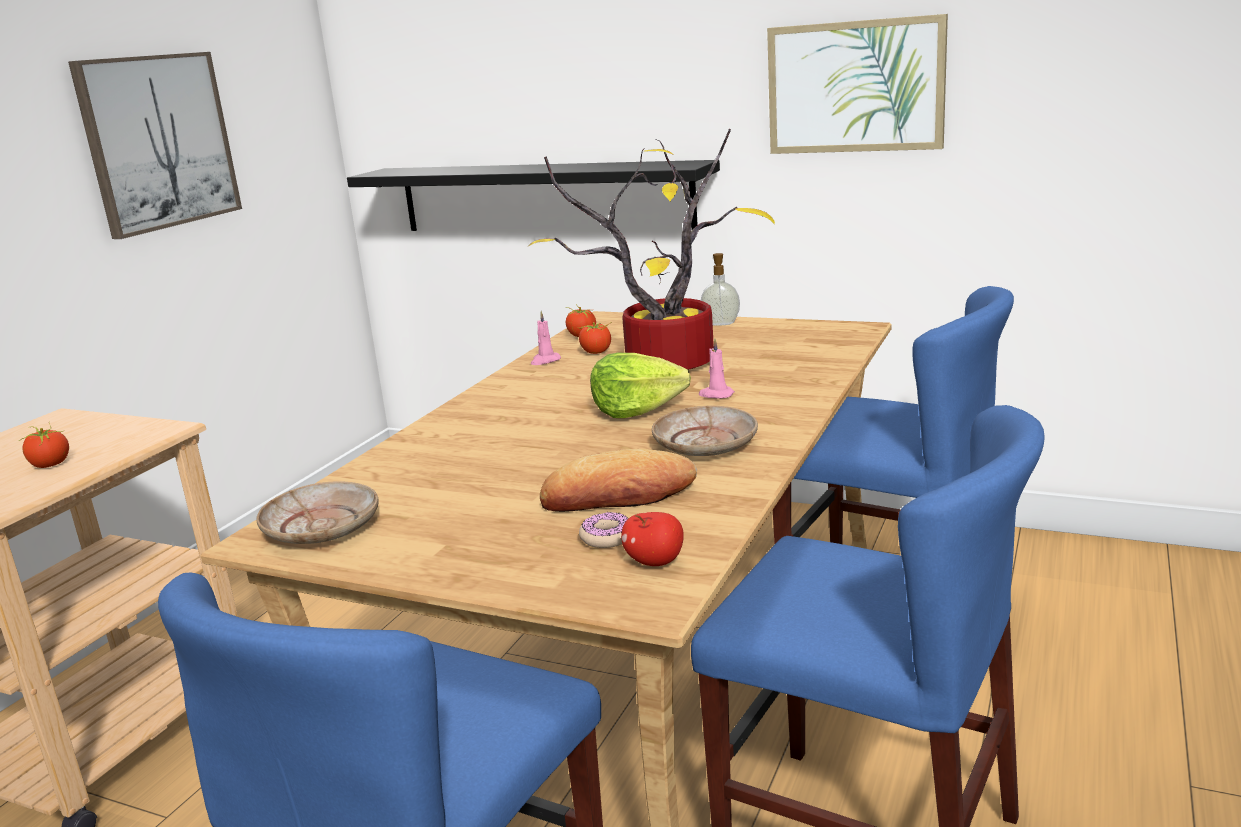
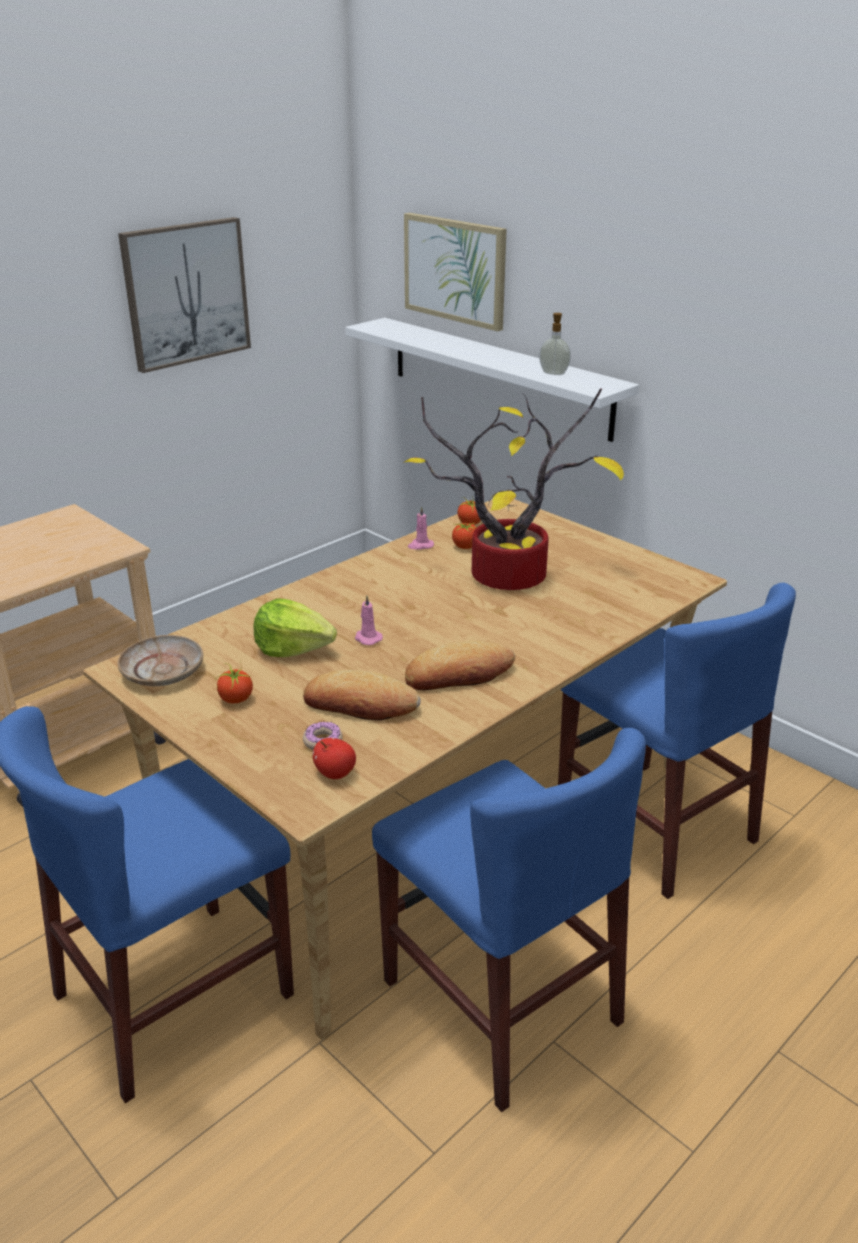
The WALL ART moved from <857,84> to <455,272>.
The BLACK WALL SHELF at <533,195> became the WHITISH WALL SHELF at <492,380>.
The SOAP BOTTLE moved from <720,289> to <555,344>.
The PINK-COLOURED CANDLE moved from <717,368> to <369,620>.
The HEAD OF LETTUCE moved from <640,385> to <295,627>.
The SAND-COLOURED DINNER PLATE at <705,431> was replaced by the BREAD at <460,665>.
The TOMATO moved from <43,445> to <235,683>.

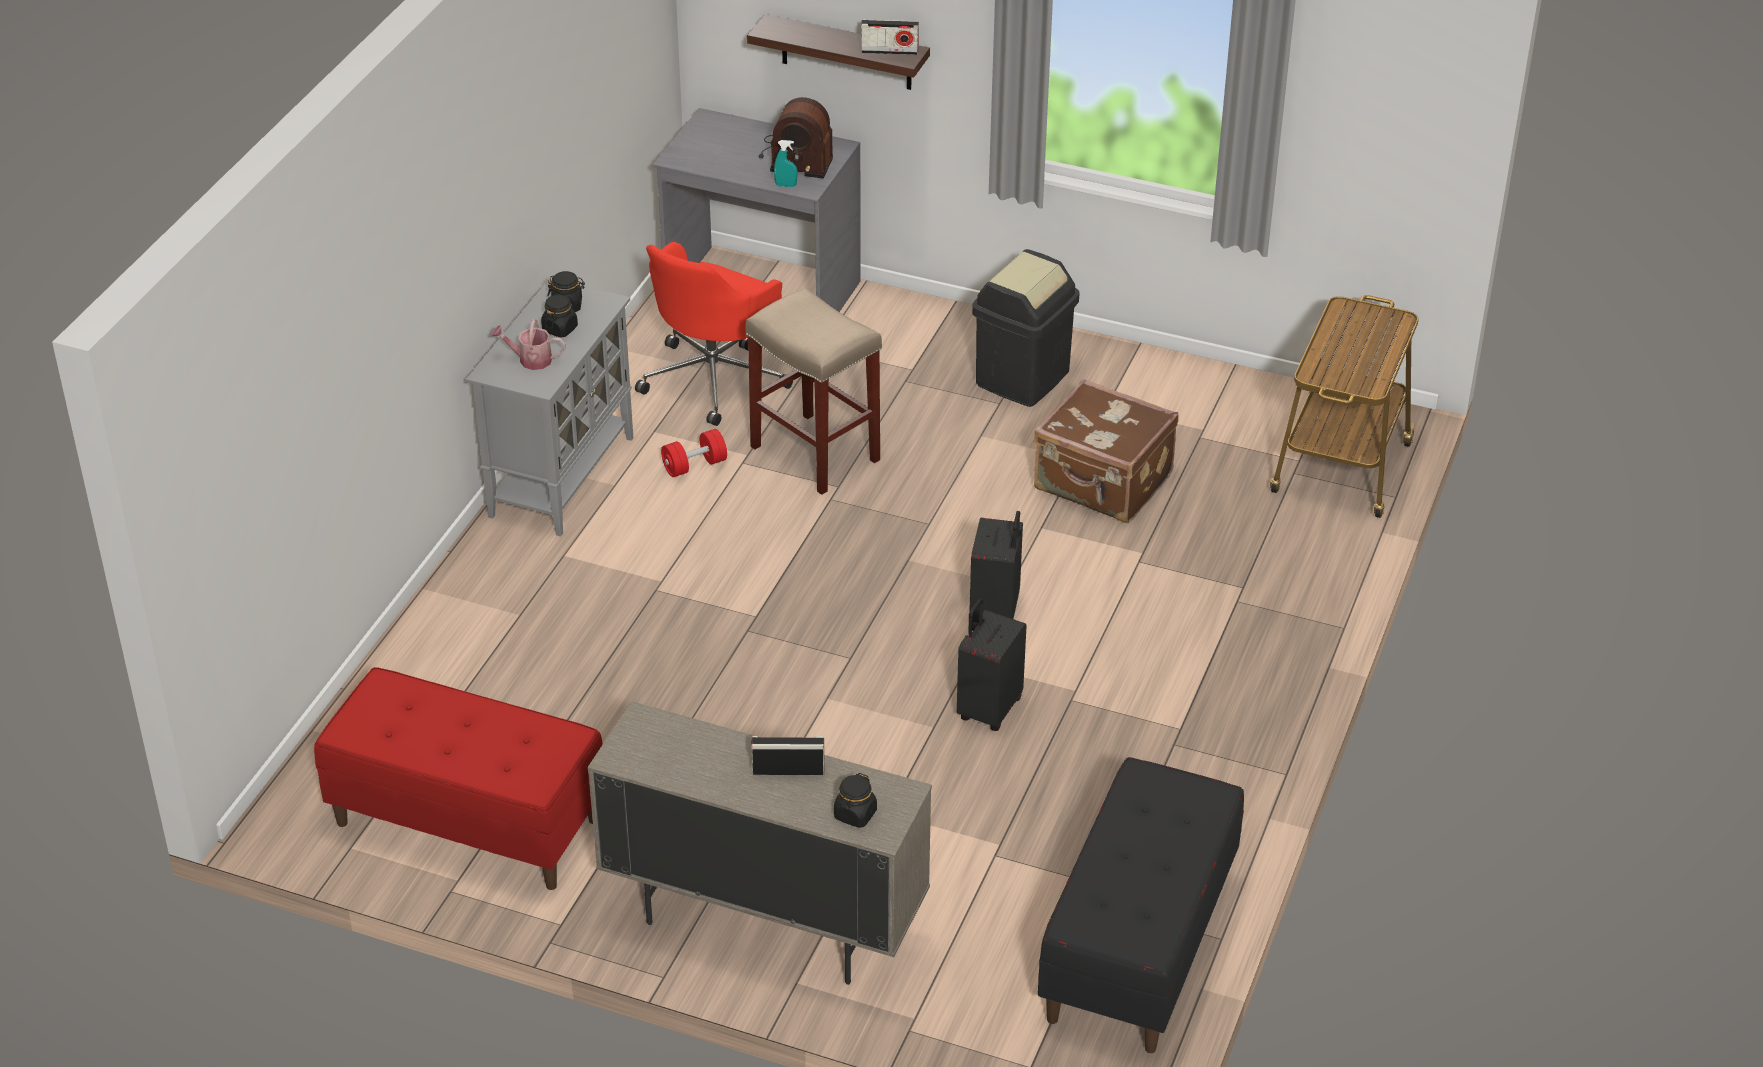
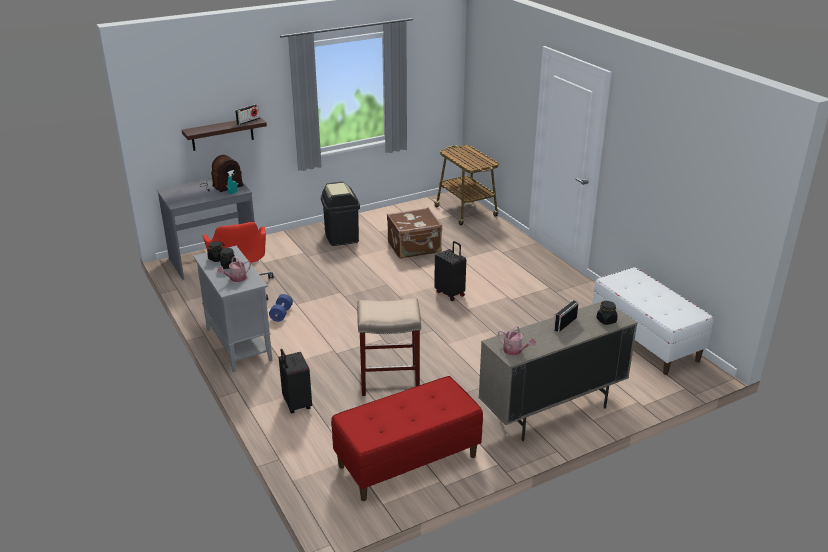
The SAND-COLOURED SITTING STOOL moved from <814,391> to <389,347>.
The RED DUMBBELL at <694,453> became the BLUE-COLOURED DUMBBELL at <281,308>.
The BLACK TRAVEL CASE moved from <992,665> to <295,381>.
The BLACK INDOOR BENCH at <1141,905> became the WHITISH INDOOR BENCH at <652,321>.
The SPRINKLING CAN at <517,341> appeared.

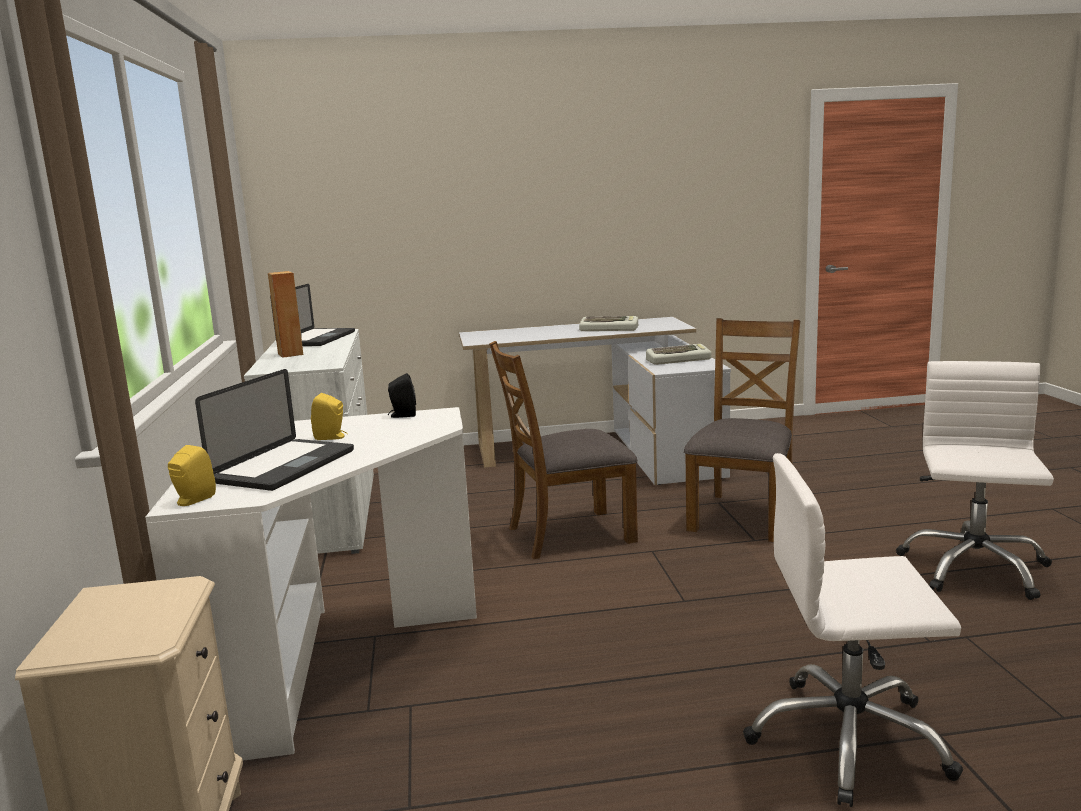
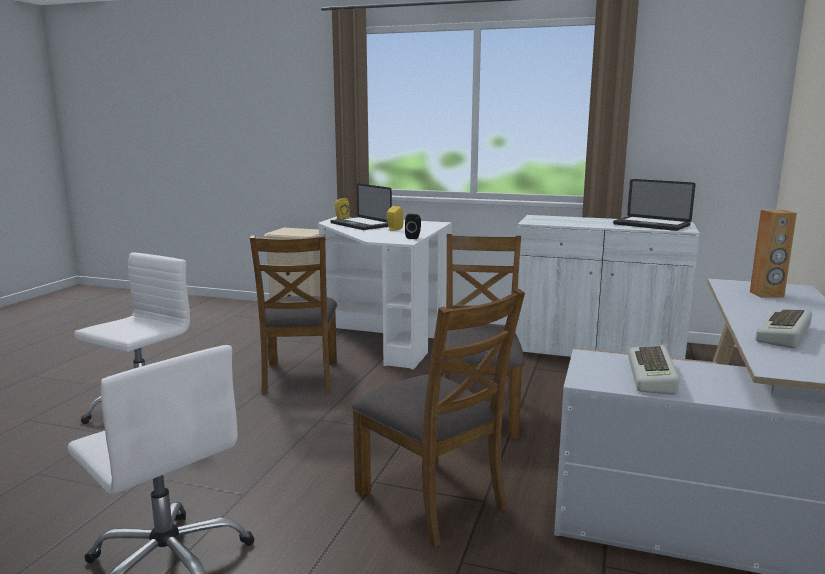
The BROWNISH SPEAKER moved from <285,314> to <773,254>.
The BROWNISH CHAIR at <293,314> appeared.

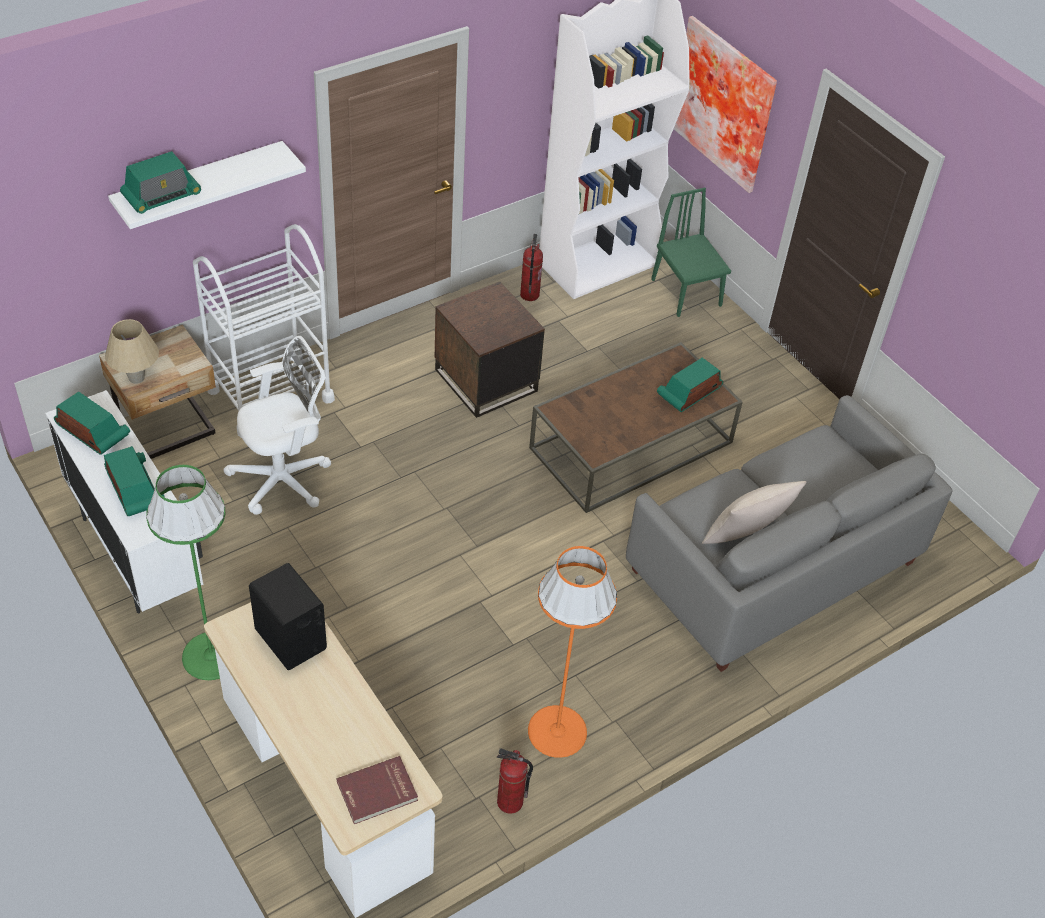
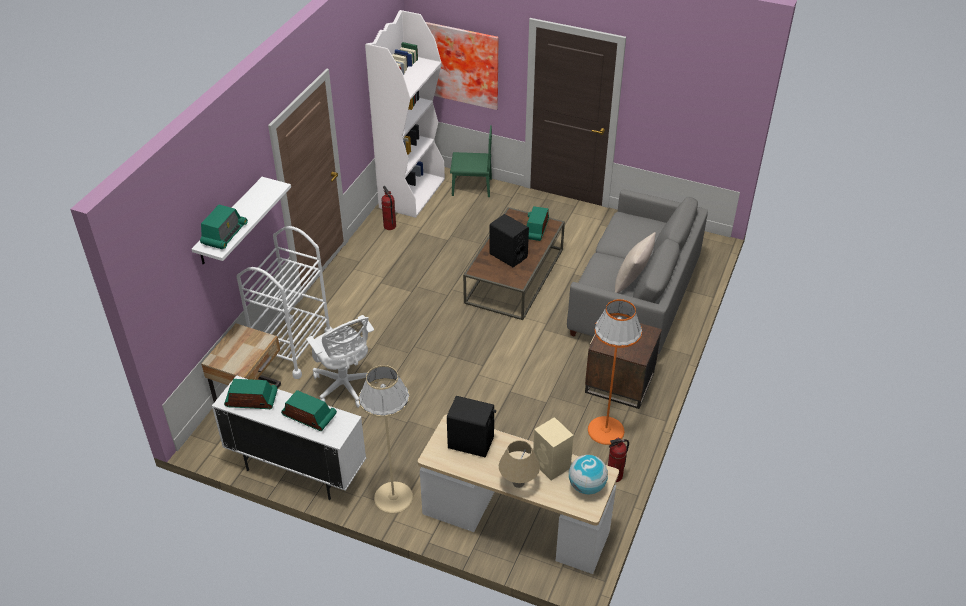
The GREENISH CHAIR at <691,252> turned 150 degrees clockwise.
The BROWNISH SIDE TABLE moved from <490,350> to <623,362>.
The SAND-COLOURED TABLETOP LAMP moved from <132,351> to <519,464>.
The WHITISH OFFICE CHAIR at <277,425> turned 120 degrees clockwise.
The GREENISH FLOOR LAMP at <185,572> became the SAND-COLOURED FLOOR LAMP at <386,439>.
The RED BOUND BOOK at <377,790> was replaced by the GLOBE at <588,475>.
The BLACK SPEAKER at <509,240> appeared.
The SAND-COLOURED SPEAKER at <553,448> appeared.

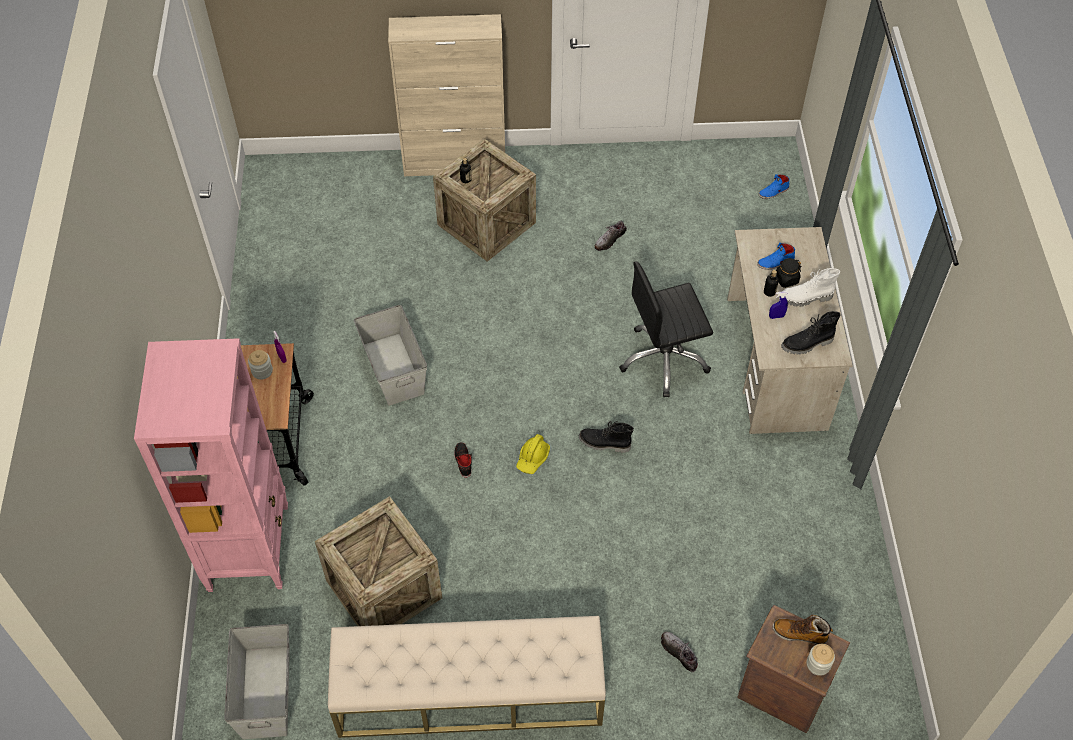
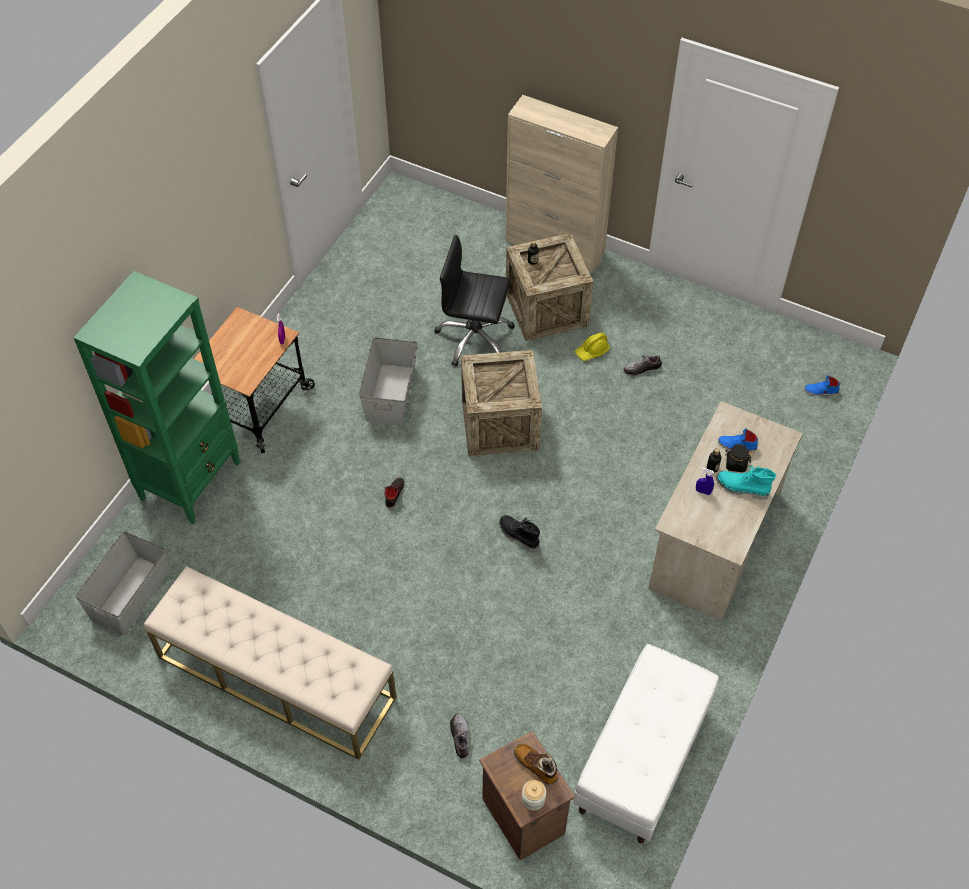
The BLACK OFFICE CHAIR moved from <666,329> to <474,301>.
The WHITISH TALL BOOT at <811,287> became the TURQUOISE-COLOURED TALL BOOT at <746,483>.
The BLACK TALL BOOT at <811,332> disappeared.
The PINK-COLOURED BOOKSHELF at <211,465> became the GREENISH BOOKSHELF at <157,397>.
The JAR at <260,365> disappeared.
The YELLOW-COLOURED SAFETY HELMET moved from <533,454> to <592,347>.
The PACKING CRATE moved from <378,561> to <501,403>.
The WHITISH INDOOR BENCH at <646,743> appeared.

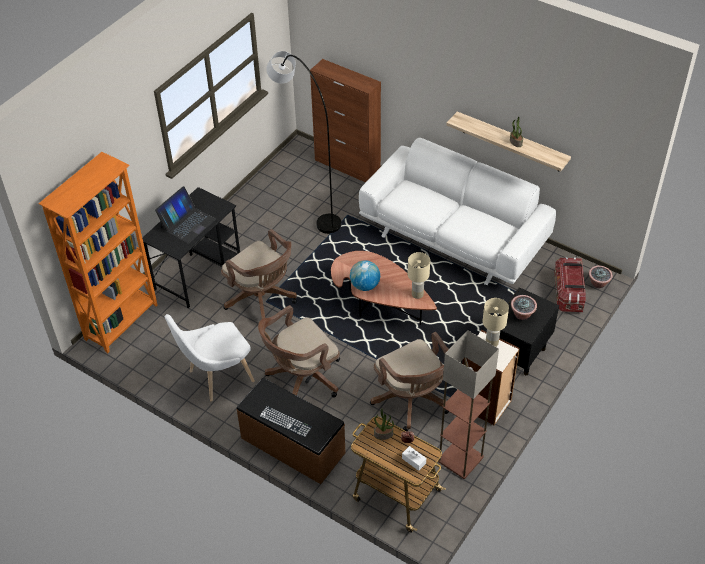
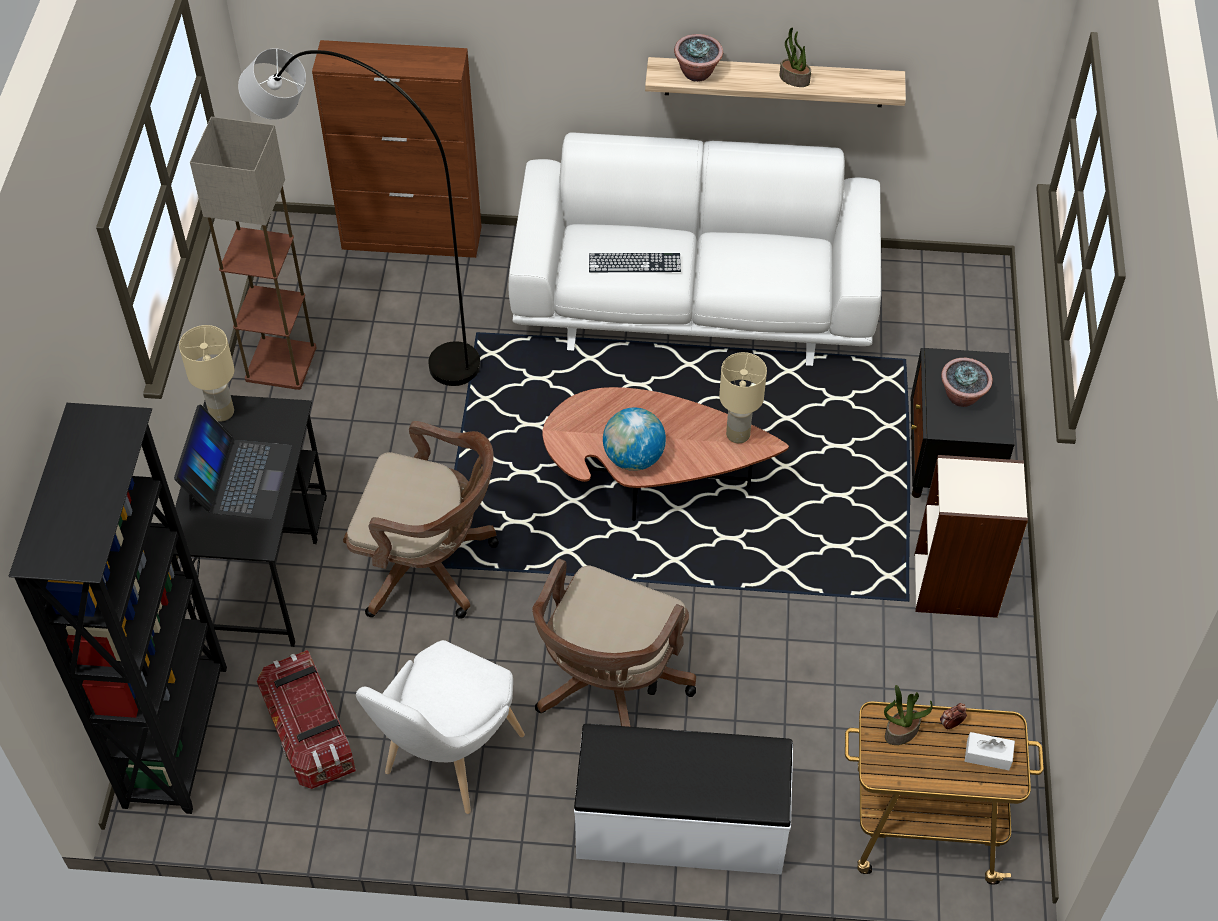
The ORANGE BOOKSHELF at <98,252> became the BLACK BOOKSHELF at <118,608>.
The STORAGE CONTAINER moved from <570,284> to <306,719>.
The HOUSEPLANT moved from <601,276> to <698,58>.
The SAND-COLOURED TABLETOP LAMP moved from <496,322> to <207,373>.
The FLOOR LAMP moved from <468,404> to <253,253>.
The BROWNISH OFFICE CHAIR at <409,381> disappeared.
The BROWNISH INDOOR BENCH at <290,431> became the WHITISH INDOOR BENCH at <683,799>.
The PC KEYBOARD moved from <285,421> to <635,262>.

